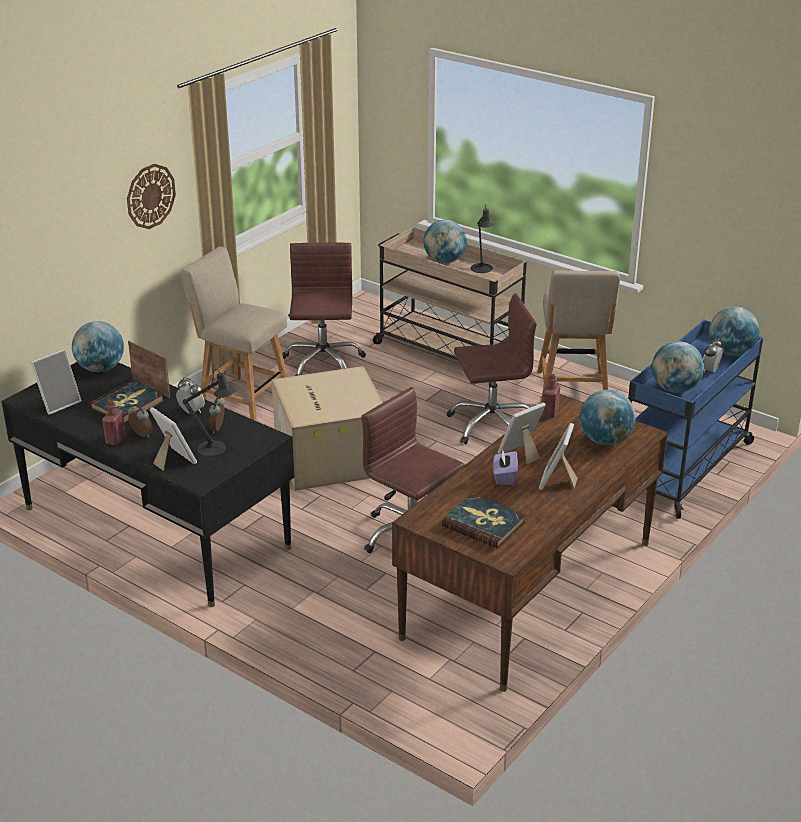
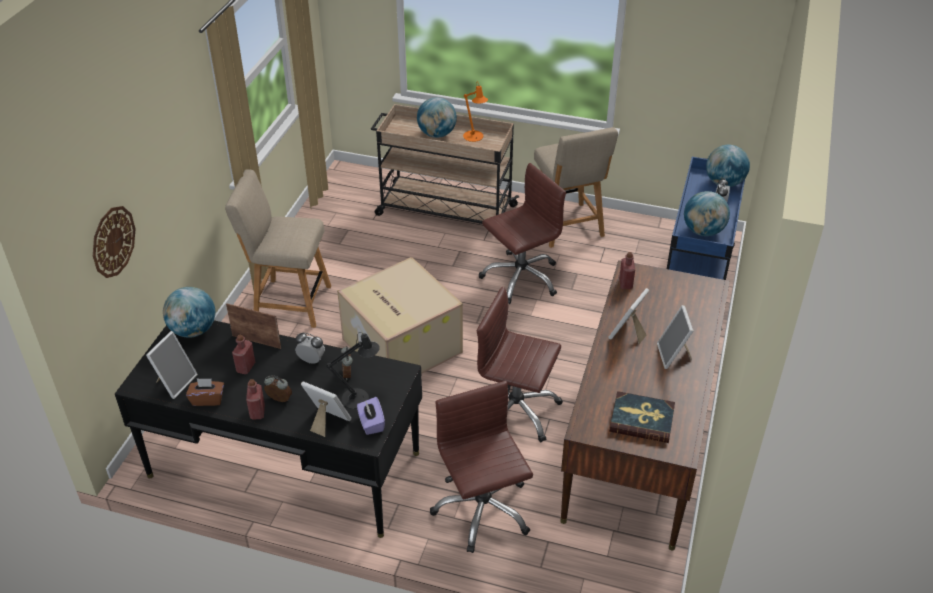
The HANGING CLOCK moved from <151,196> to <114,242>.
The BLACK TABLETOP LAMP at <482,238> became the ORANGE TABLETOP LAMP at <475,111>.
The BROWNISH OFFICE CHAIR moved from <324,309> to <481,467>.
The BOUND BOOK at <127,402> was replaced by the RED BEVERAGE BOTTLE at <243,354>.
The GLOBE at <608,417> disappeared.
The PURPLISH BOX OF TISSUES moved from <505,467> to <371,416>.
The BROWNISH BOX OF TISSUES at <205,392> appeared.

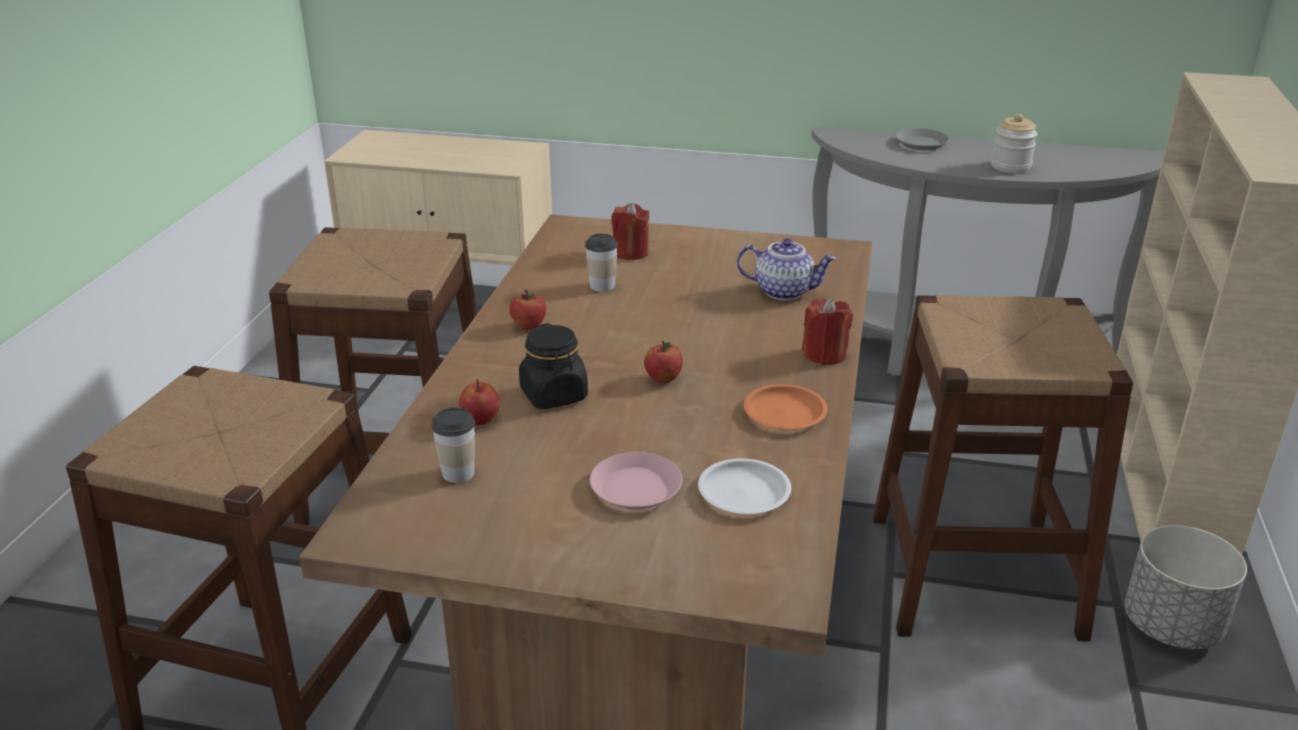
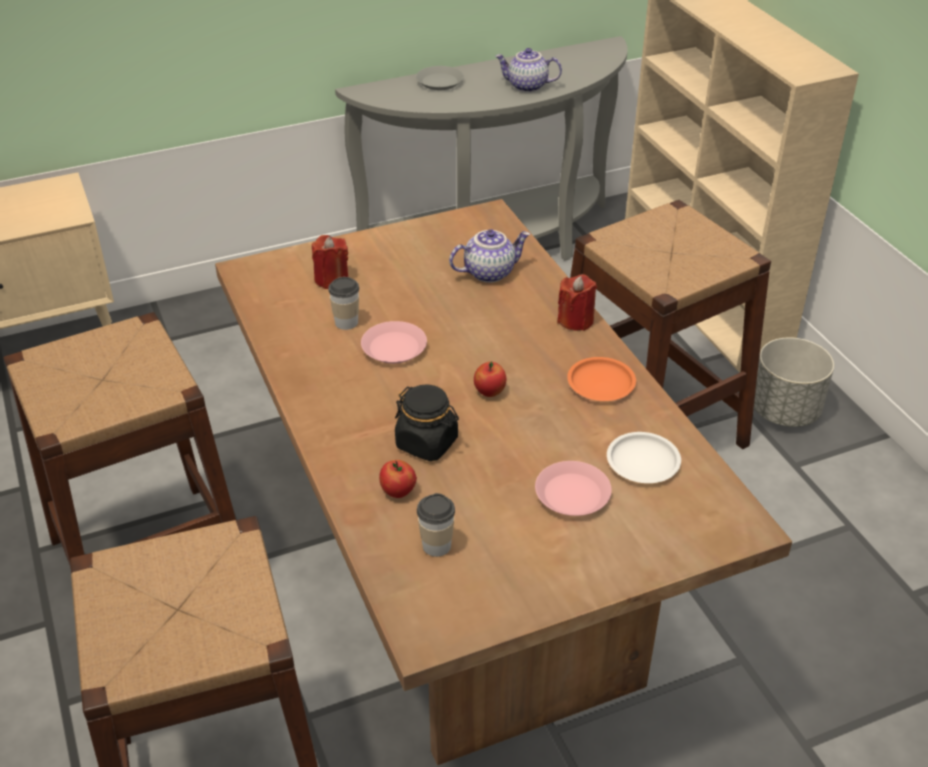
The JAR at <1014,143> was replaced by the TEAPOT at <528,70>.
The WHOLE APPLE at <527,310> disappeared.
The PINK-COLOURED DINNER PLATE at <394,342> appeared.

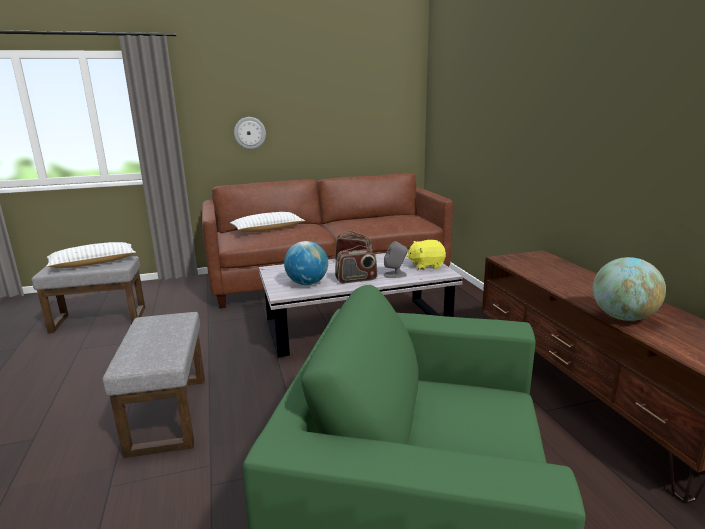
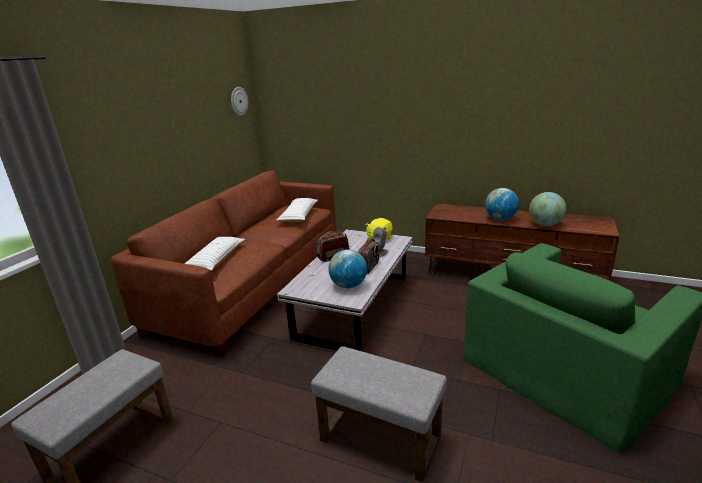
The HANGING CLOCK moved from <250,133> to <239,101>.
The WHITISH PILLOW moved from <91,255> to <297,210>.
The GLOBE at <502,204> appeared.

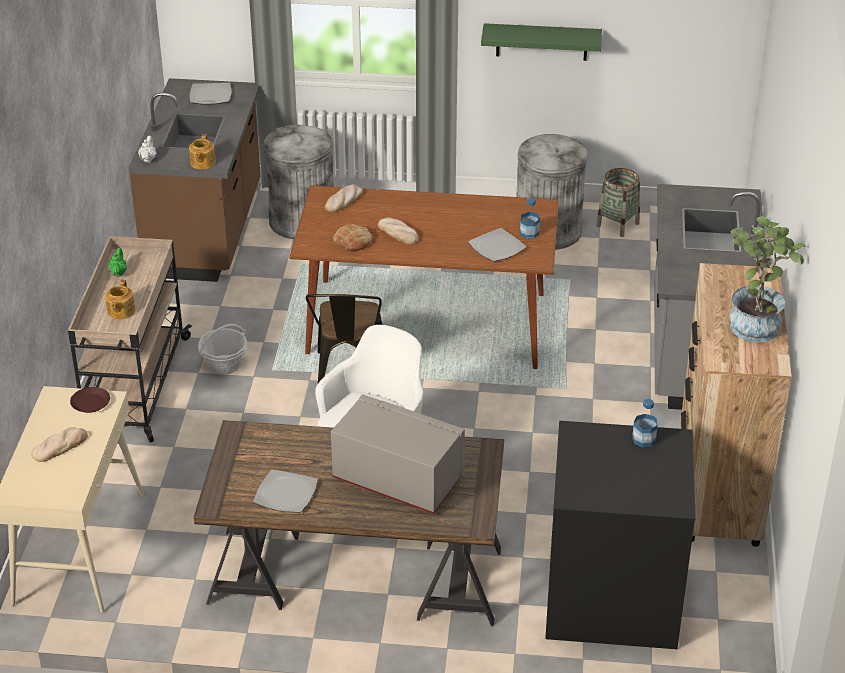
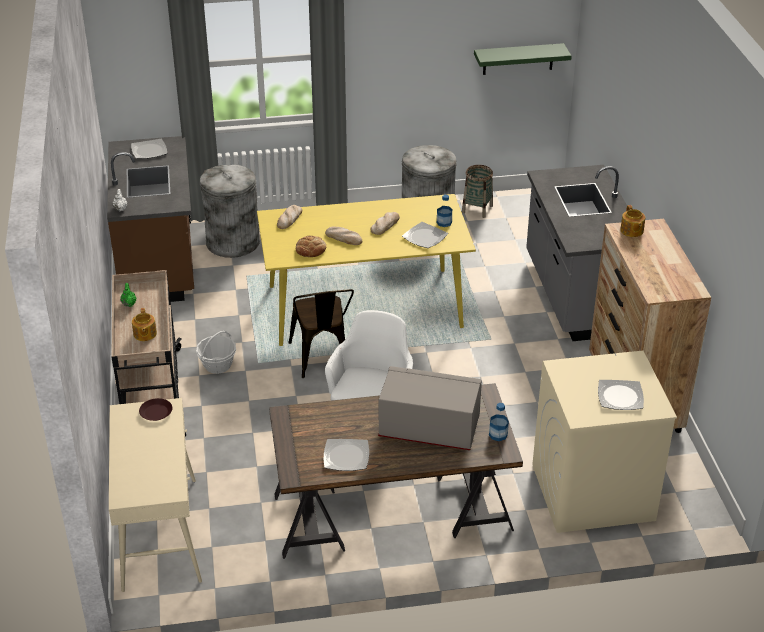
The GREENISH WALL SHELF moved from <541,42> to <523,59>.
The TEAPOT moved from <202,151> to <632,221>.
The BROWNISH KITCHEN TABLE at <424,277> became the YELLOW-COLOURED KITCHEN TABLE at <366,270>.
The HOUSEPLANT at <767,279> disappeared.
The BEVERAGE BOTTLE moved from <644,423> to <499,422>.
The BLACK LAUNDRY APPLIANCE at <620,535> became the SAND-COLOURED LAUNDRY APPLIANCE at <604,441>.
The BREAD moved from <59,444> to <385,223>.
The DINNER PLATE at <621,395> appeared.

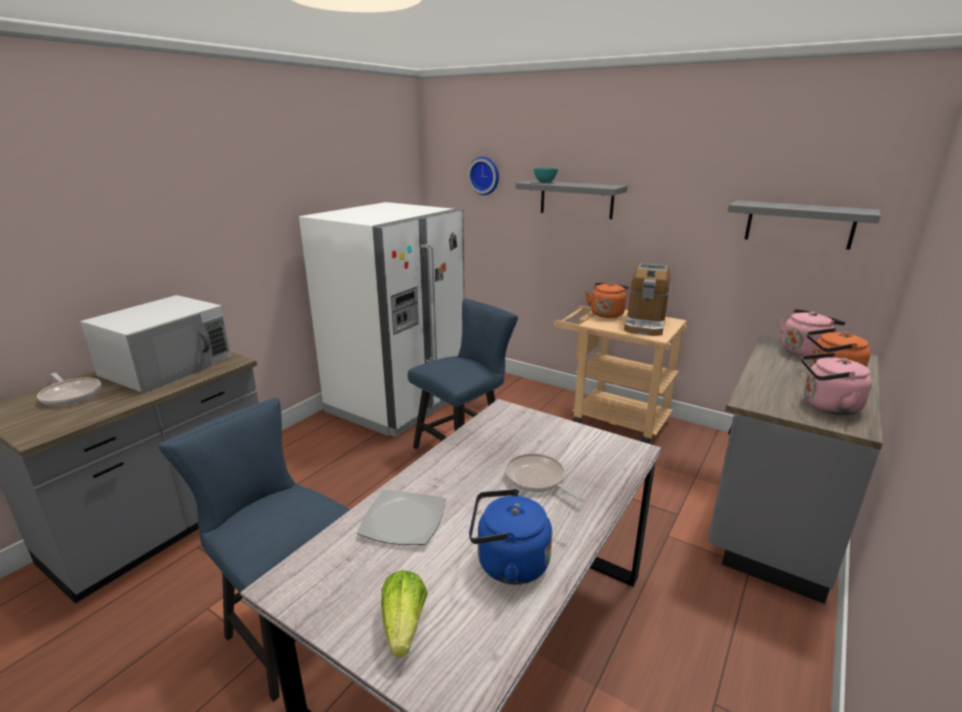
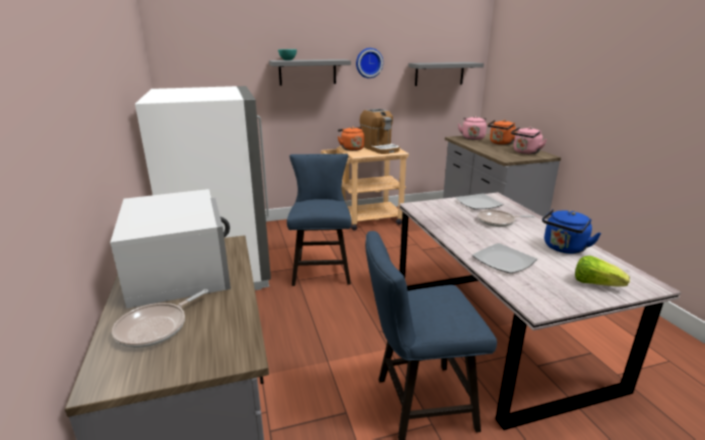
The HANGING CLOCK moved from <483,176> to <369,63>.
The FRYING PAN at <69,389> turned 135 degrees clockwise.
The DINNER PLATE at <479,201> appeared.

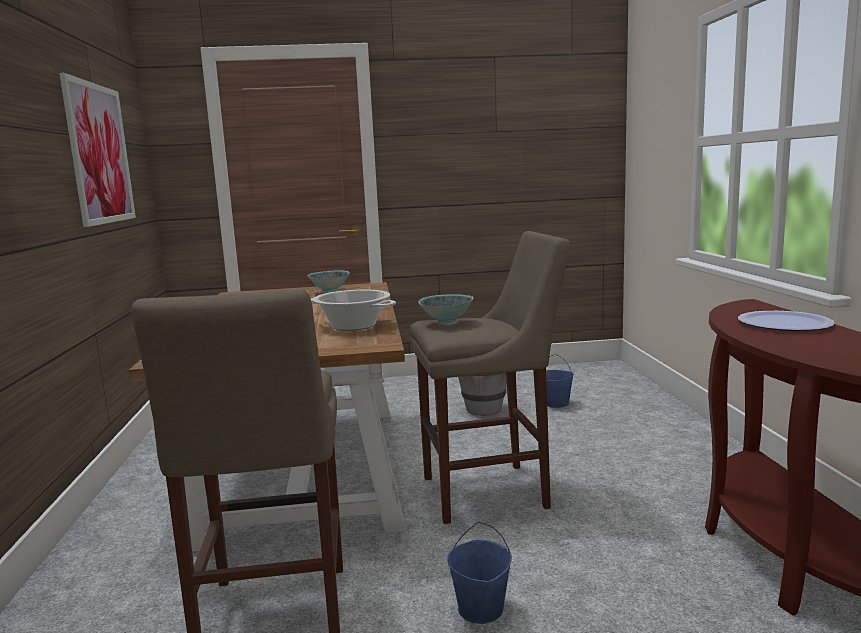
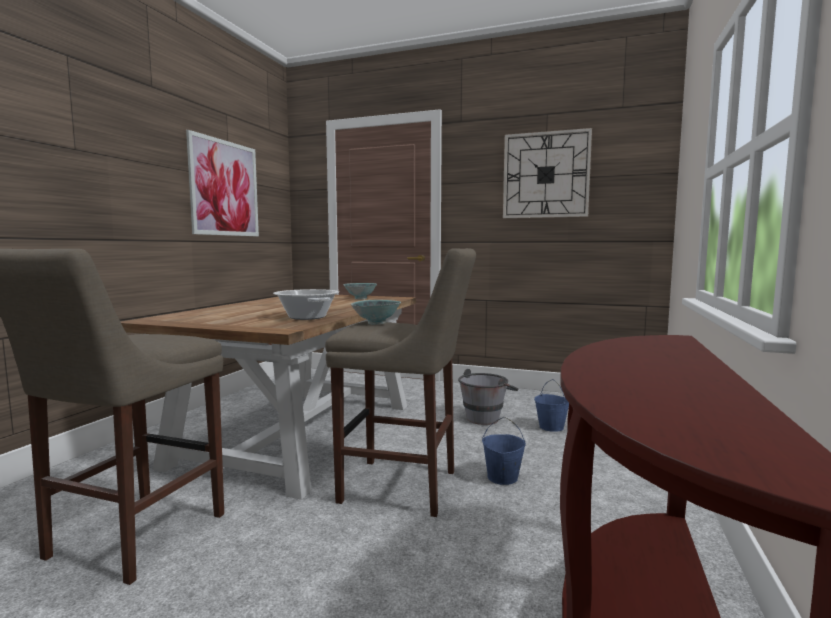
The DINNER PLATE at <786,321> disappeared.
The BLUE-COLOURED WATER BUCKET moved from <479,573> to <504,451>.
The HANGING CLOCK at <547,173> appeared.

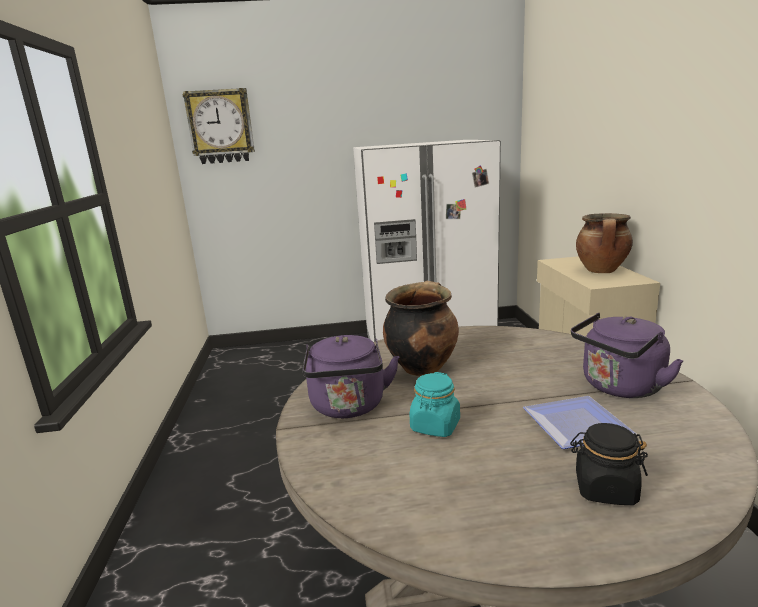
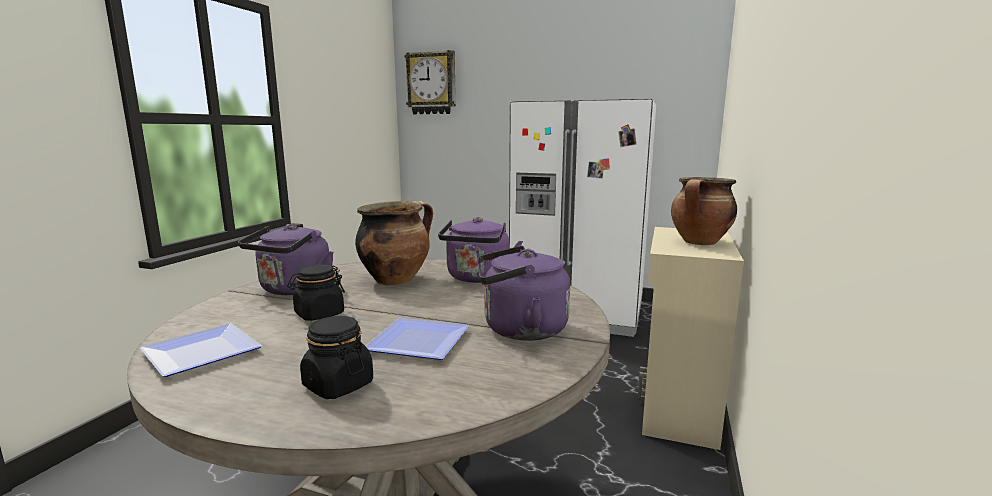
The TURQUOISE-COLOURED JAR at <435,404> became the BLACK JAR at <316,293>.
The PURPLISH KETTLE at <480,250> appeared.
The DINNER PLATE at <201,350> appeared.

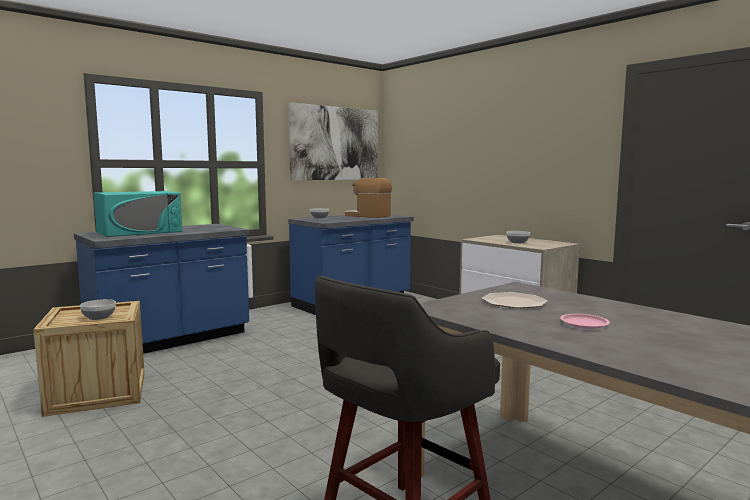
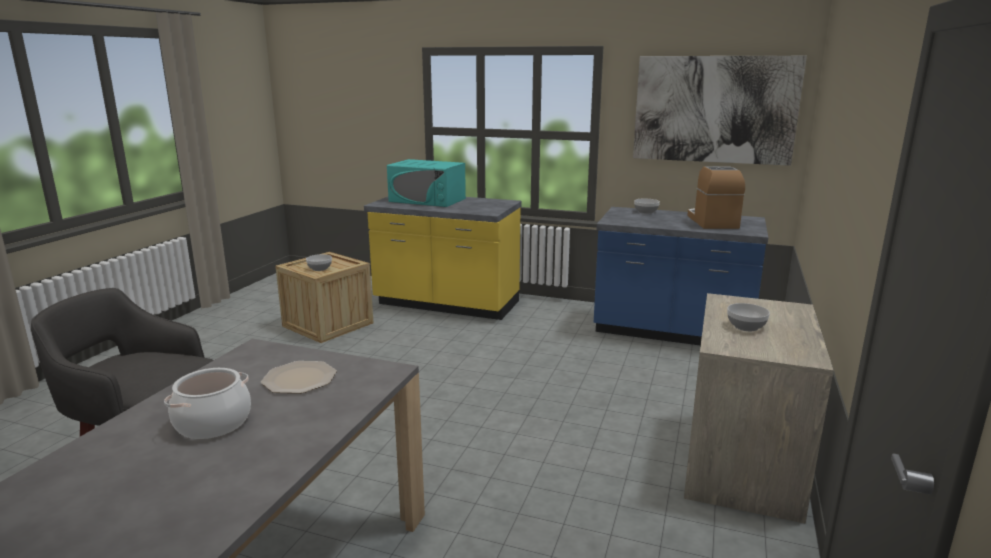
The BLUE-COLOURED KITCHEN COUNTER at <161,289> became the YELLOW-COLOURED KITCHEN COUNTER at <443,258>.
The PINK-COLOURED DINNER PLATE at <585,321> was replaced by the SAUCEPOT at <207,403>.

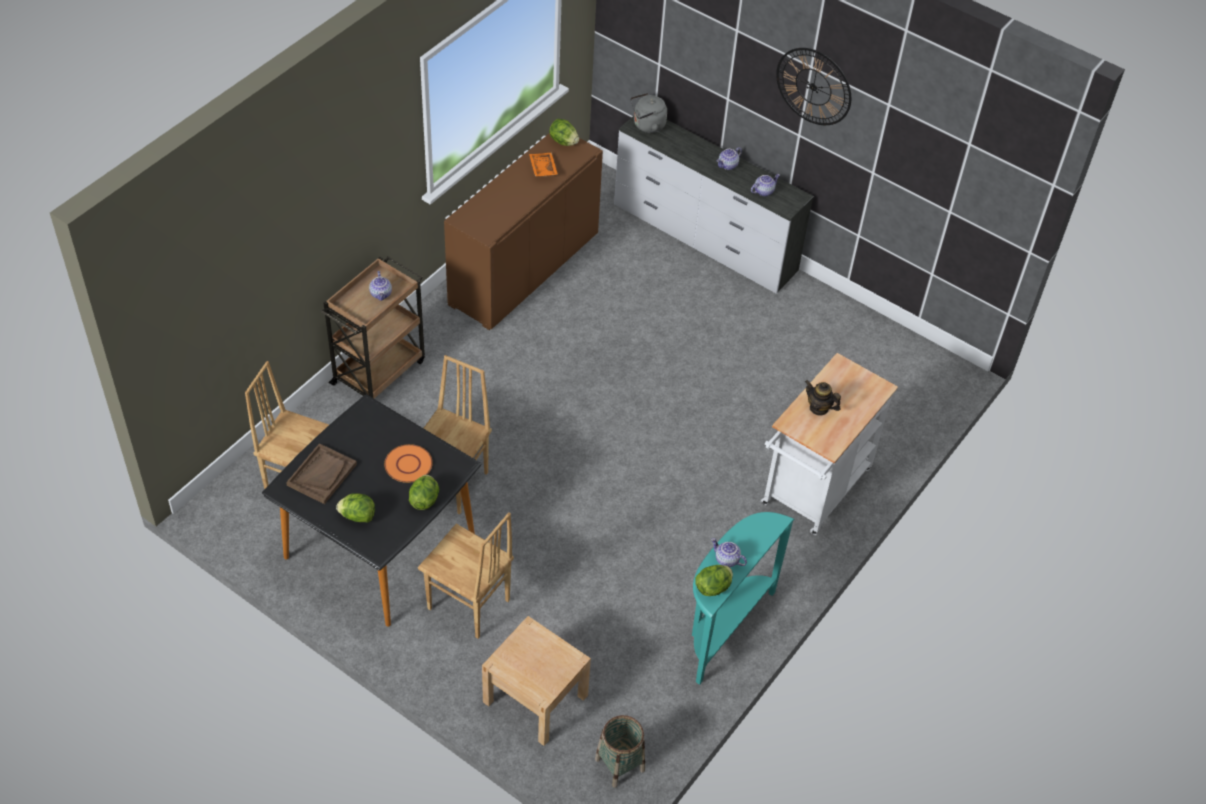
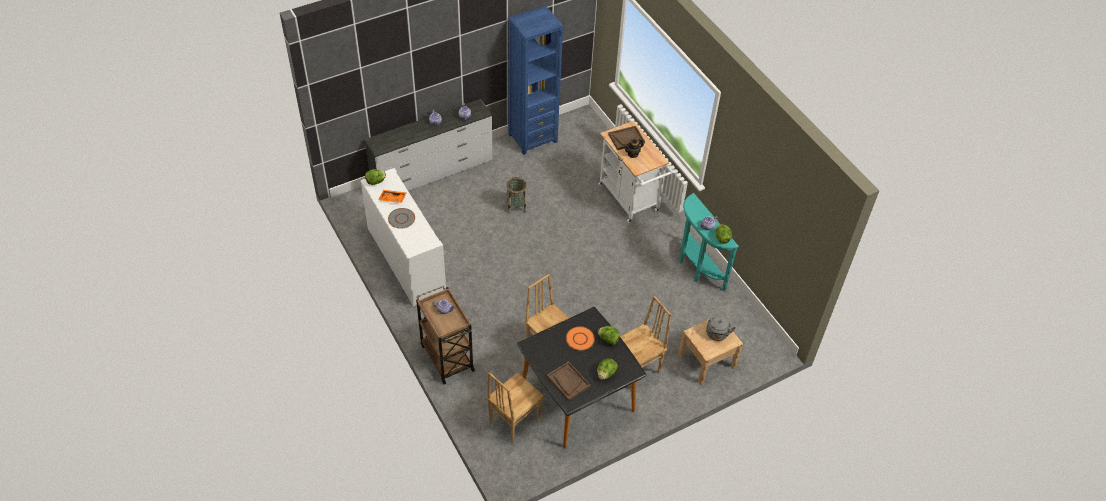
The HANGING CLOCK at <813,86> disappeared.
The GREYISH KETTLE moved from <648,113> to <721,328>.
The BROWNISH CUPBOARD at <523,231> became the WHITISH CUPBOARD at <403,237>.
The BASKET moved from <620,751> to <516,195>.
The BLUE-COLOURED BOOKSHELF at <535,80> appeared.
The BROWNISH SERVING TRAY at <626,138> appeared.
The GREYISH DINNER PLATE at <401,218> appeared.

